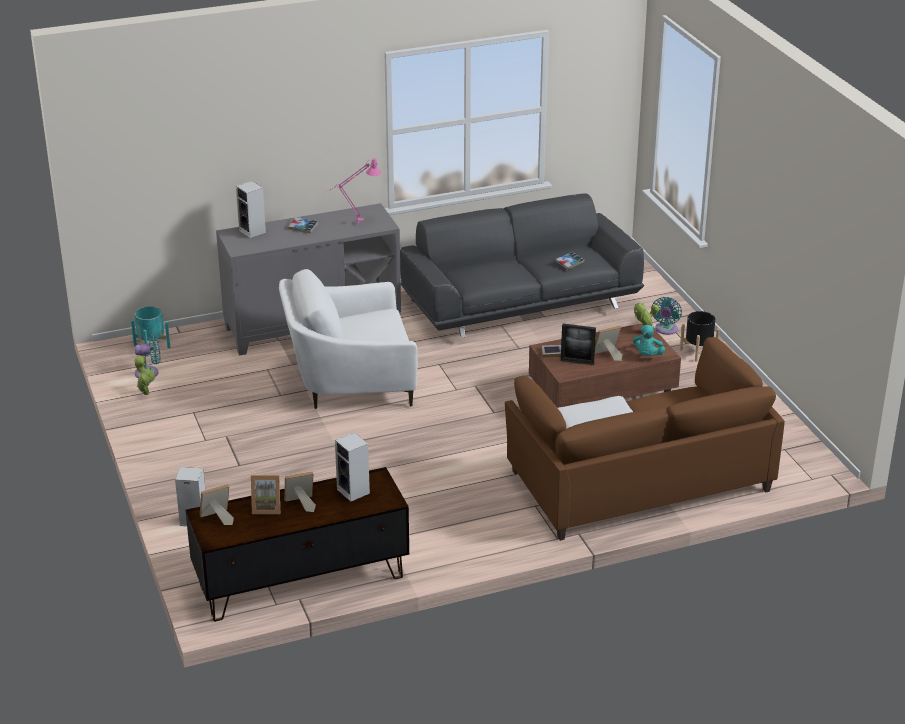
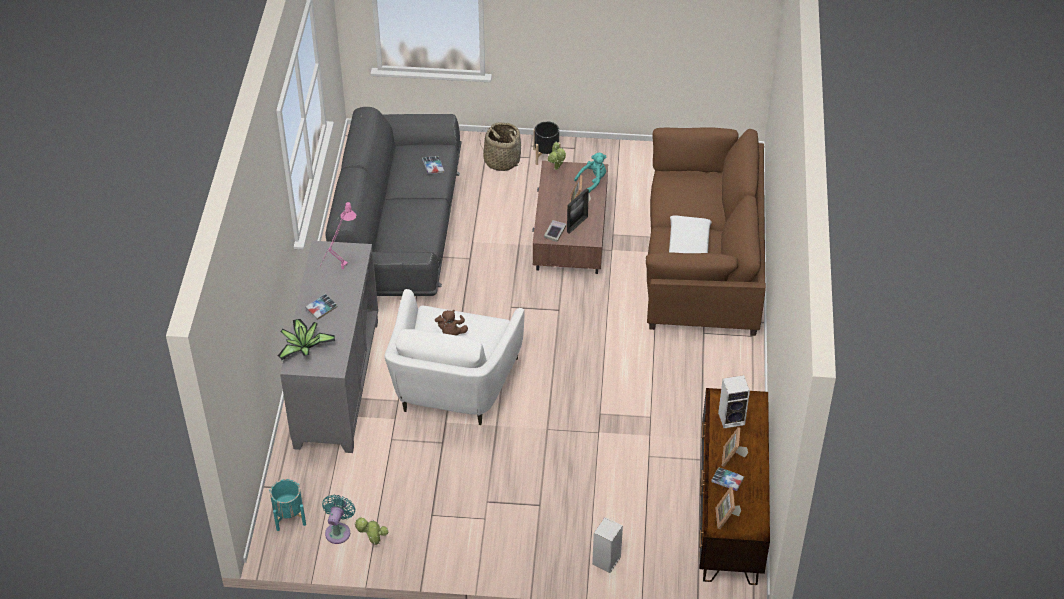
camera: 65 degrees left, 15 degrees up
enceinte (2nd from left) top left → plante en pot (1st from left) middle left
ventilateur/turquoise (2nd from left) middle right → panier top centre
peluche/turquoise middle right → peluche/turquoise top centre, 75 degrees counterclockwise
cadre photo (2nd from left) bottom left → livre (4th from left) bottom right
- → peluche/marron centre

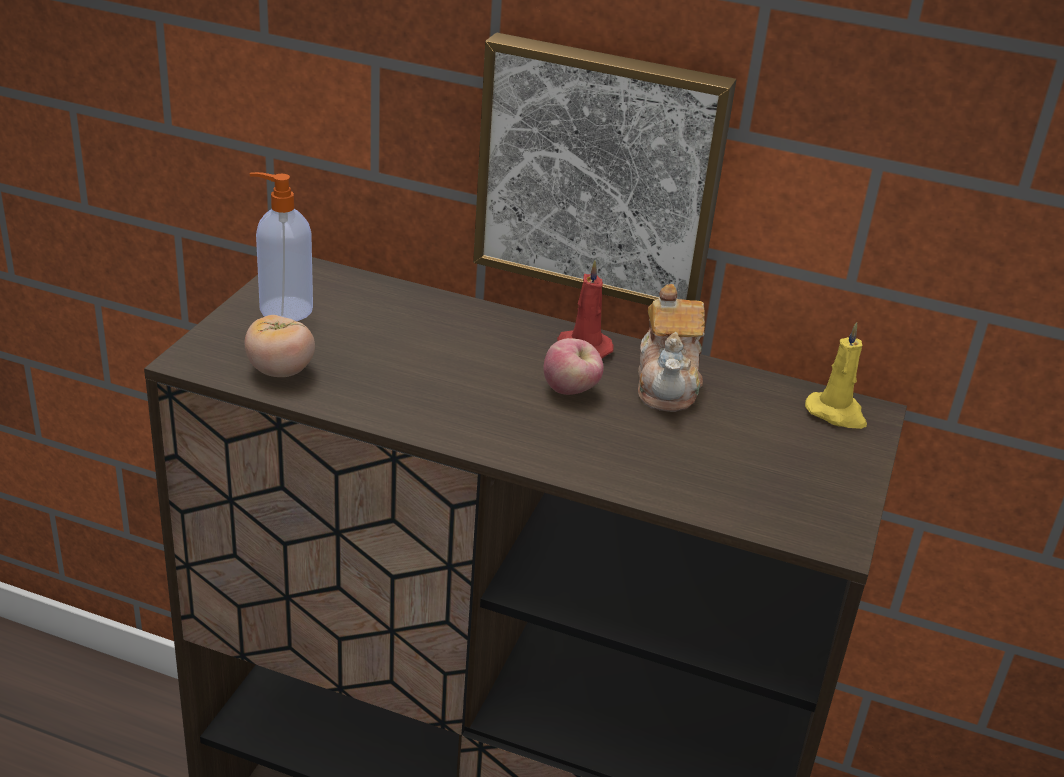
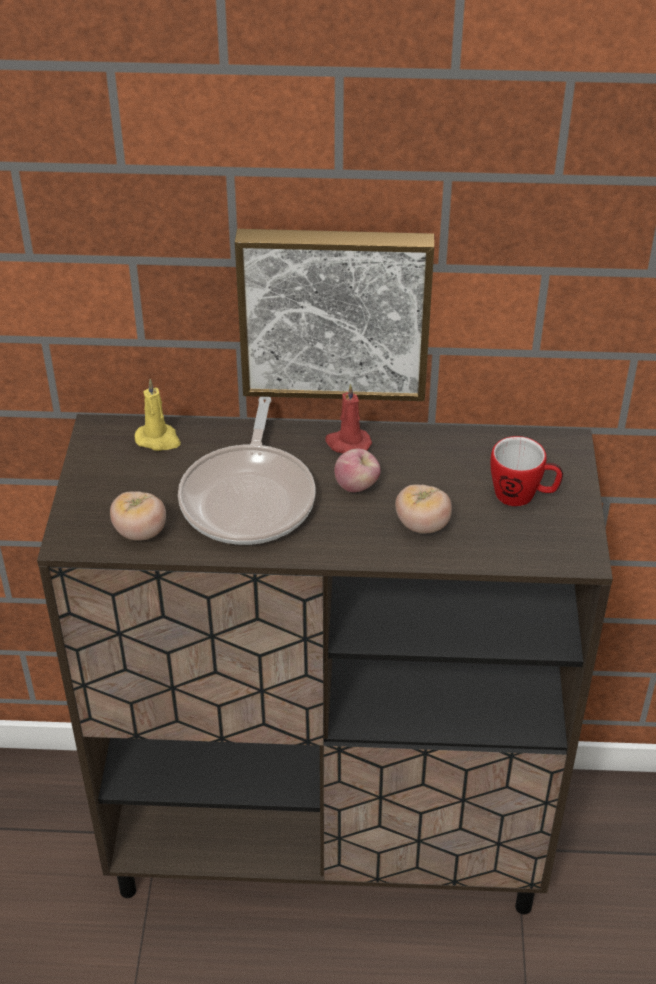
camera: 15 degrees left, 10 degrees up
distributeur de savon top left → -
théière centre → -
bougie/jaune middle right → bougie/jaune middle left, move
- → poêle centre
- → mug middle right
- → tomate (2nd from left) centre

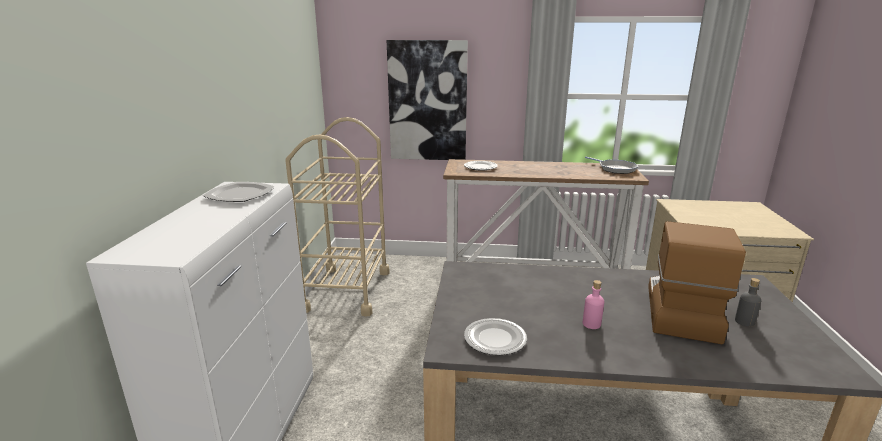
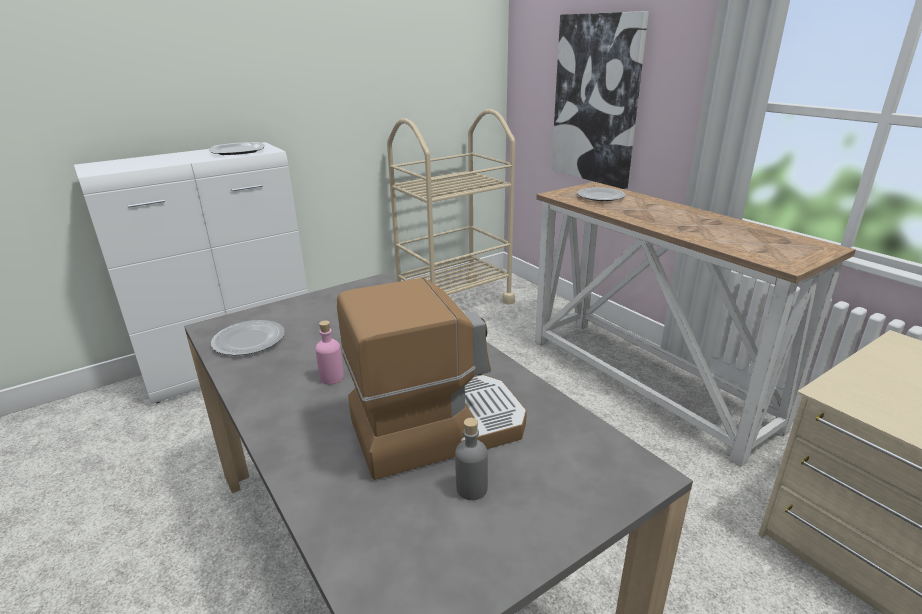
camera: 50 degrees right, 5 degrees up
poêle middle right → -

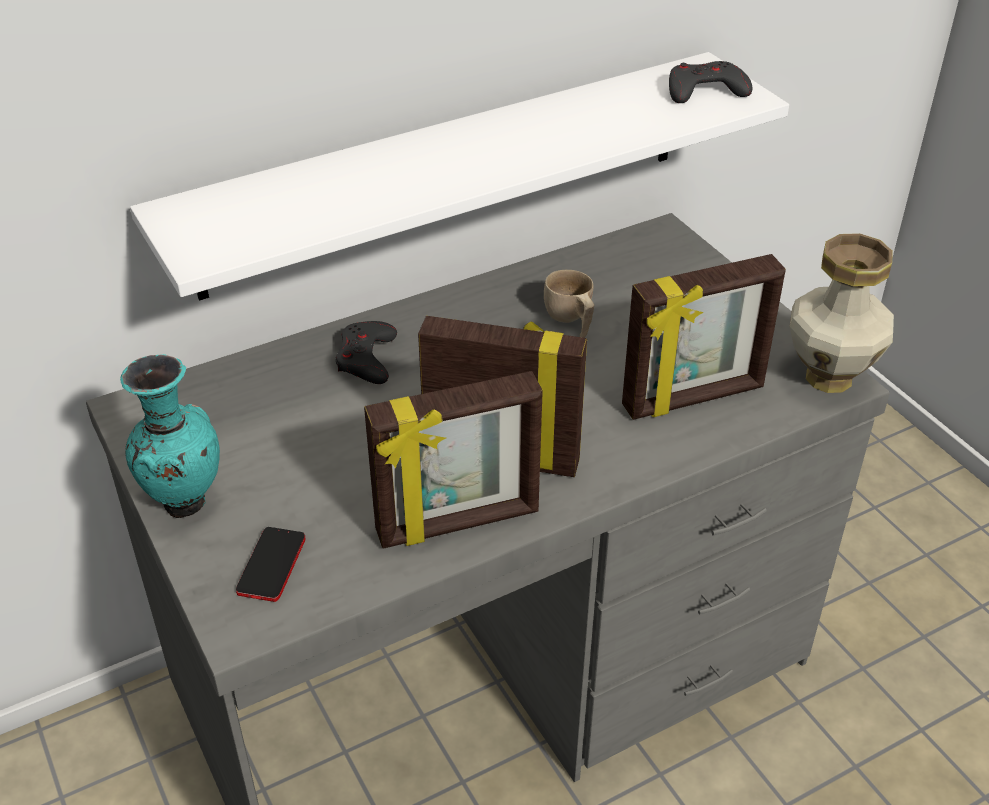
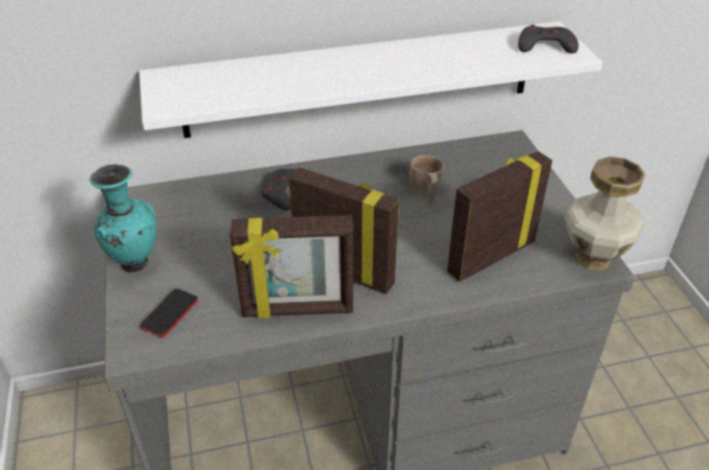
camera: 15 degrees right, 0 degrees up
cadre photo (3rd from left) middle right, 150 degrees clockwise

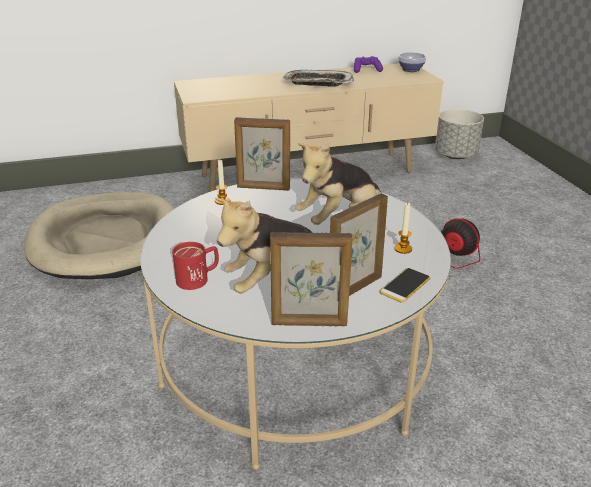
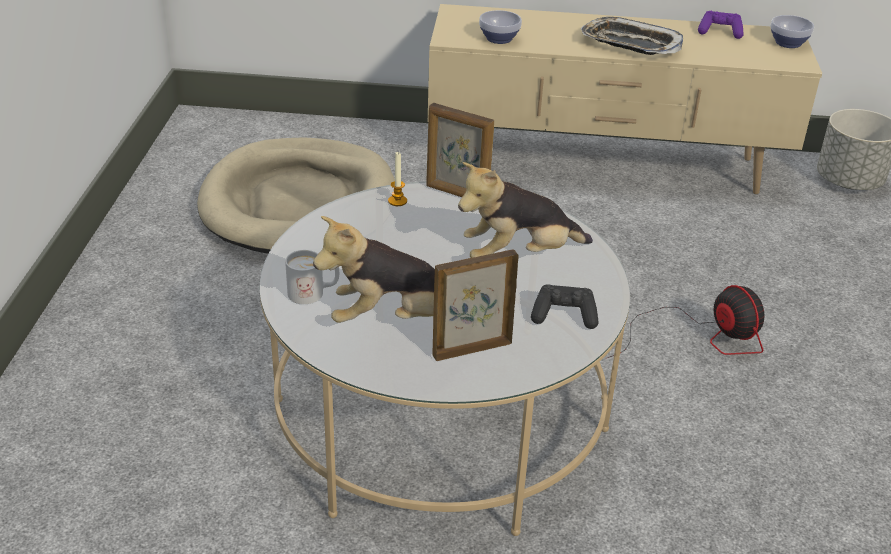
camera: 20 degrees right, 5 degrees up
bougie (2nd from left) middle right → manette/noir centre
cadre photo (2nd from left) centre → -
mug/rouge middle left → mug/blanc centre
téléphone middle right → -
- → bol (1st from left) top centre

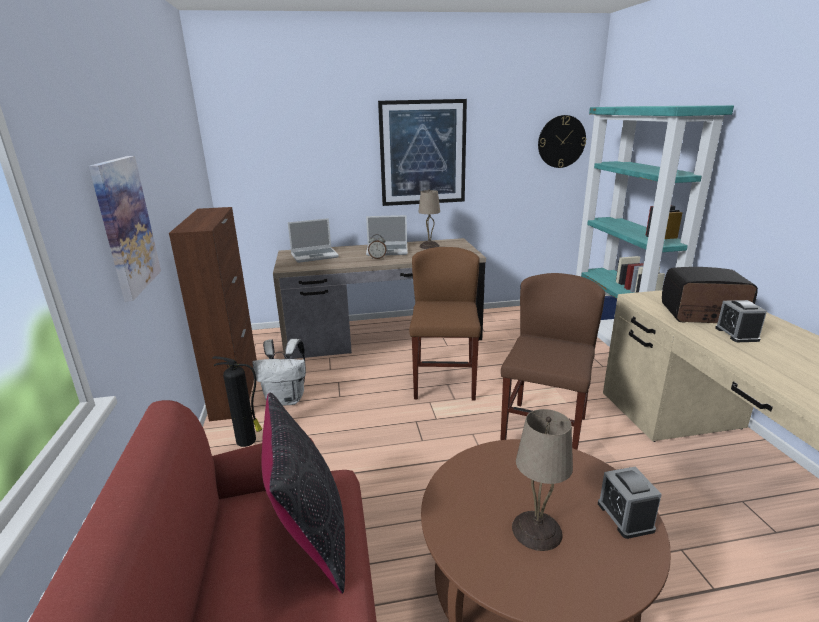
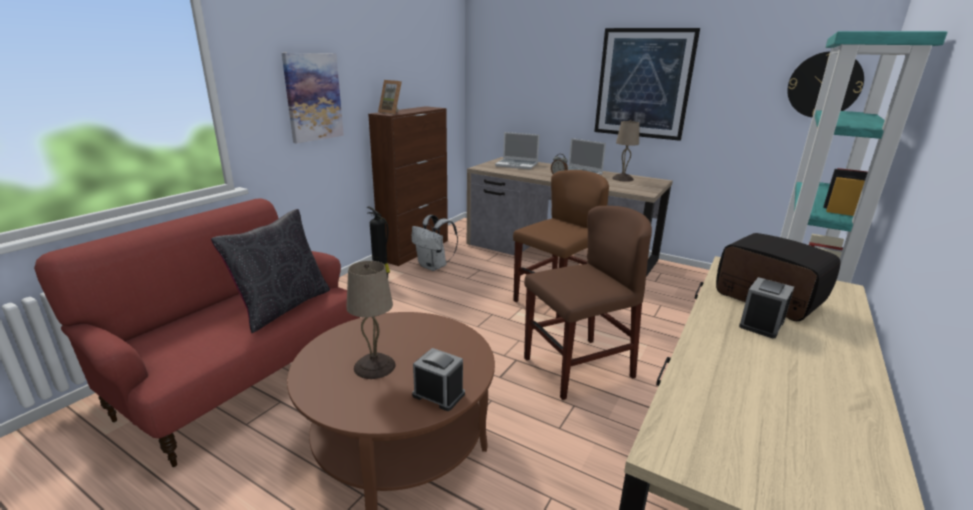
camera: 40 degrees right, 0 degrees up
réveil (2nd from left in the first image) bottom right → réveil (1st from left) bottom centre, 90 degrees clockwise
- → cadre photo top centre

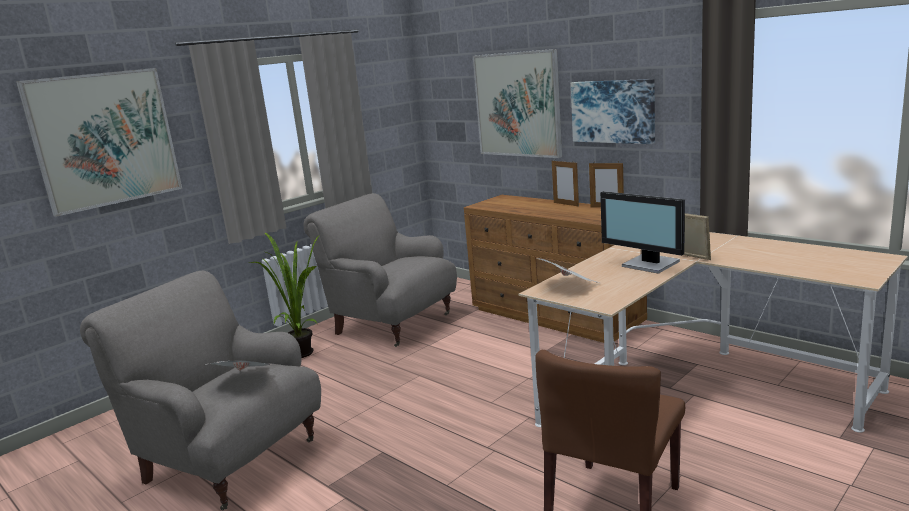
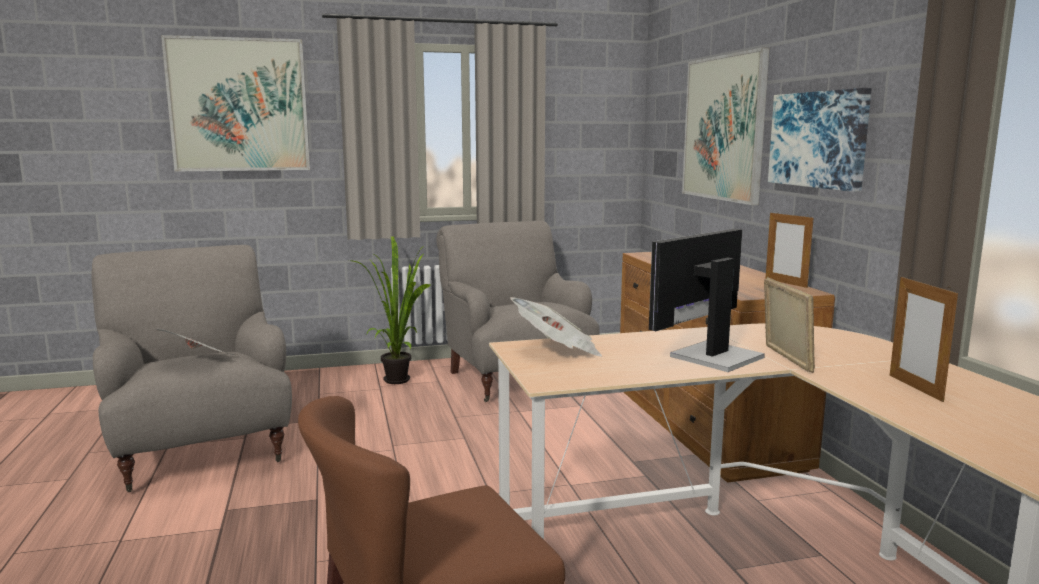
camera: 30 degrees right, 5 degrees down
cadre photo (1st from left in the first image) centre → cadre photo (3rd from left) middle right, move
écran d'ordinateur middle right, 60 degrees clockwise

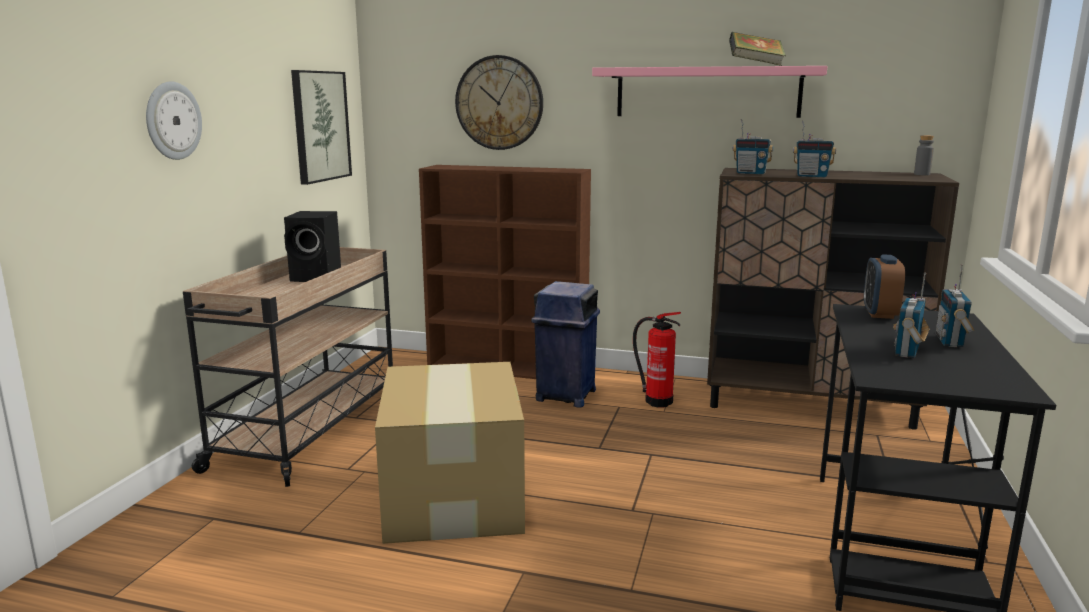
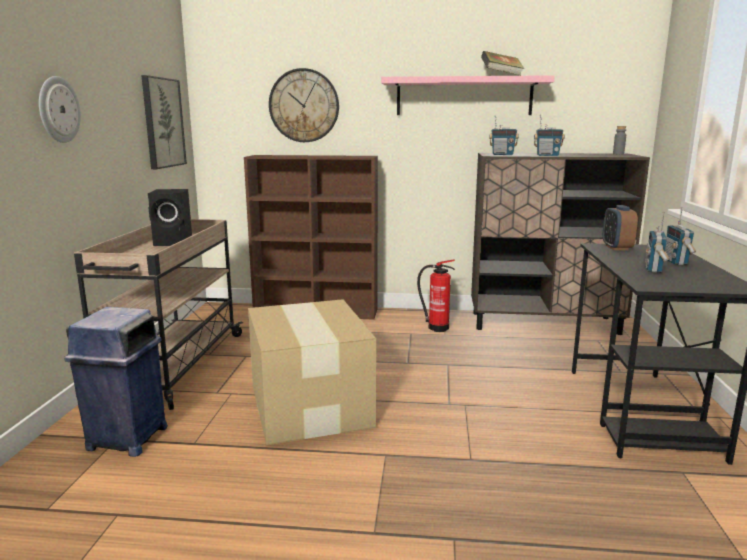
camera: 10 degrees left, 0 degrees up
poubelle/bleu centre → poubelle/bleu bottom left, move

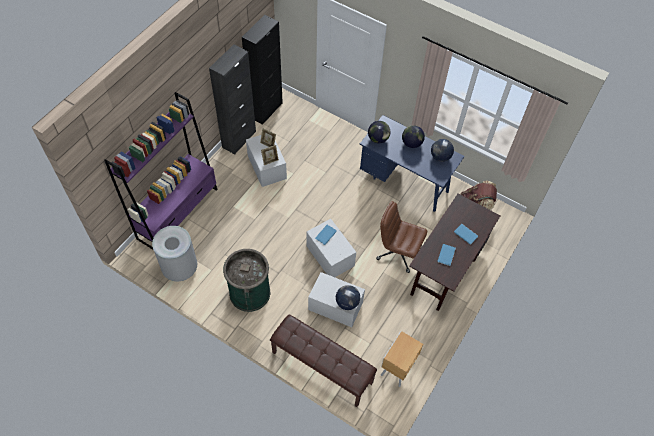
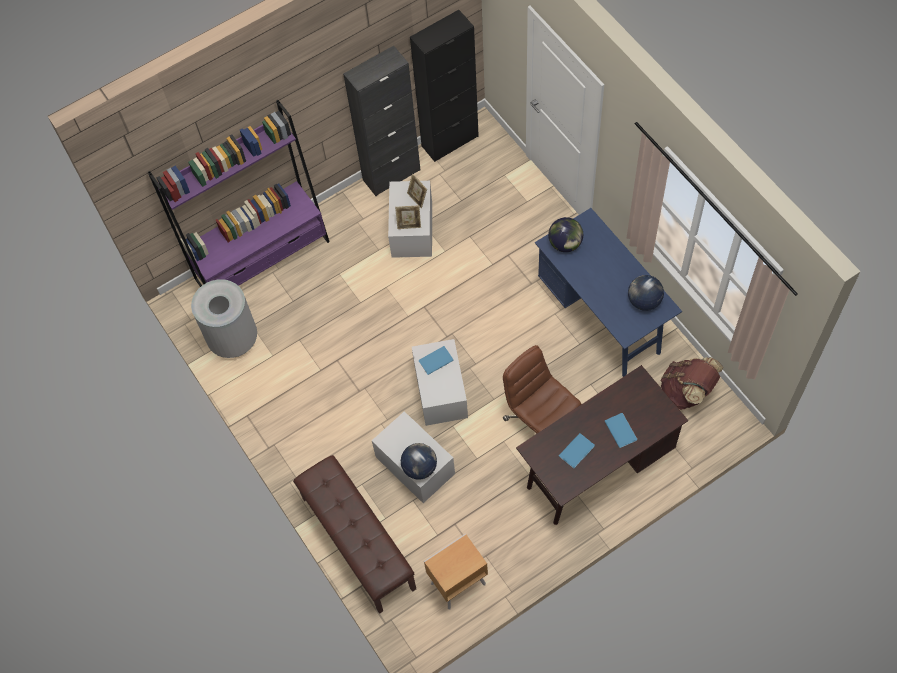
camera: 30 degrees right, 5 degrees up
globe (3rd from left) top centre → -
poubelle/vert centre → -

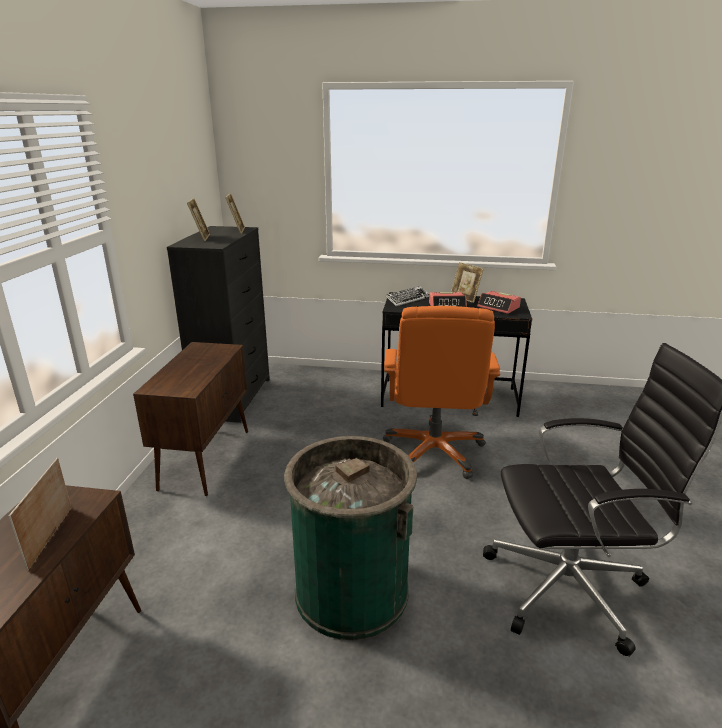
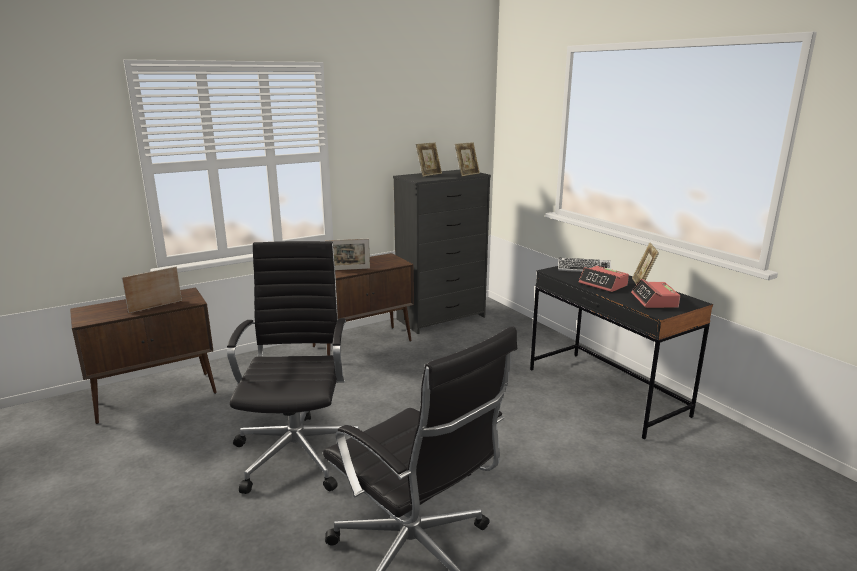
camera: 50 degrees right, 5 degrees down
chaise de bureau/orange centre → -
poubelle/vert bottom centre → chaise de bureau/noir (1st from left) centre
- → cadre photo (2nd from left) centre

